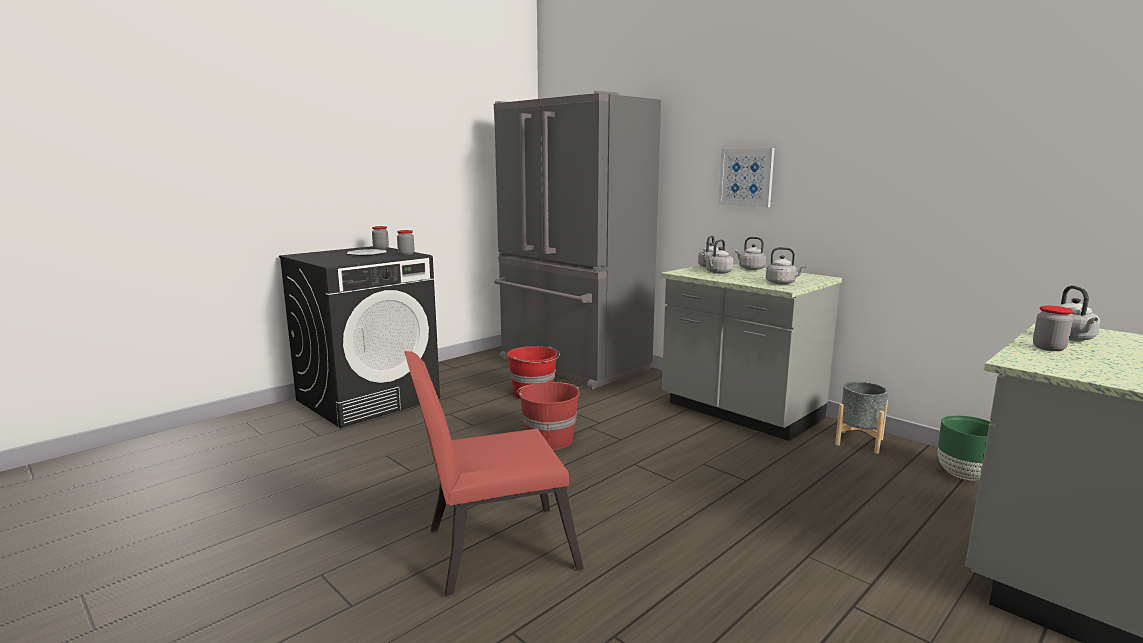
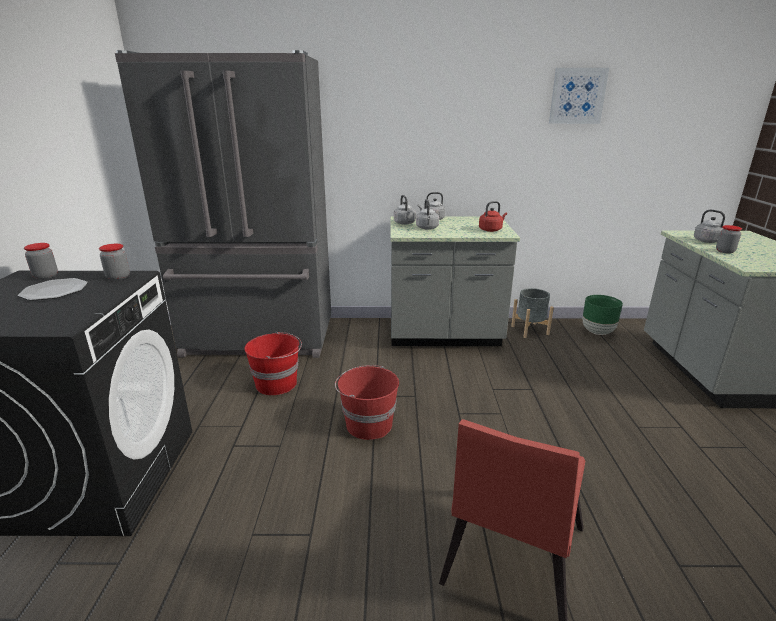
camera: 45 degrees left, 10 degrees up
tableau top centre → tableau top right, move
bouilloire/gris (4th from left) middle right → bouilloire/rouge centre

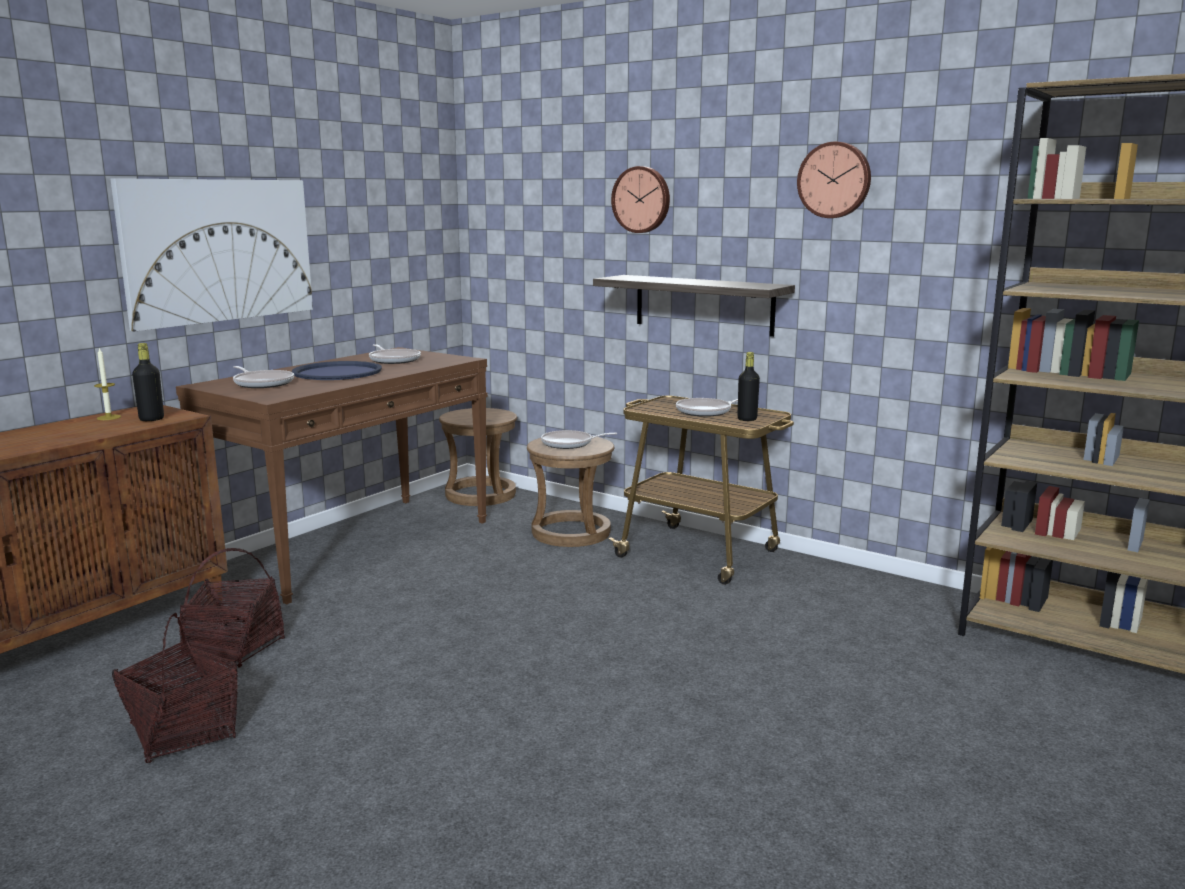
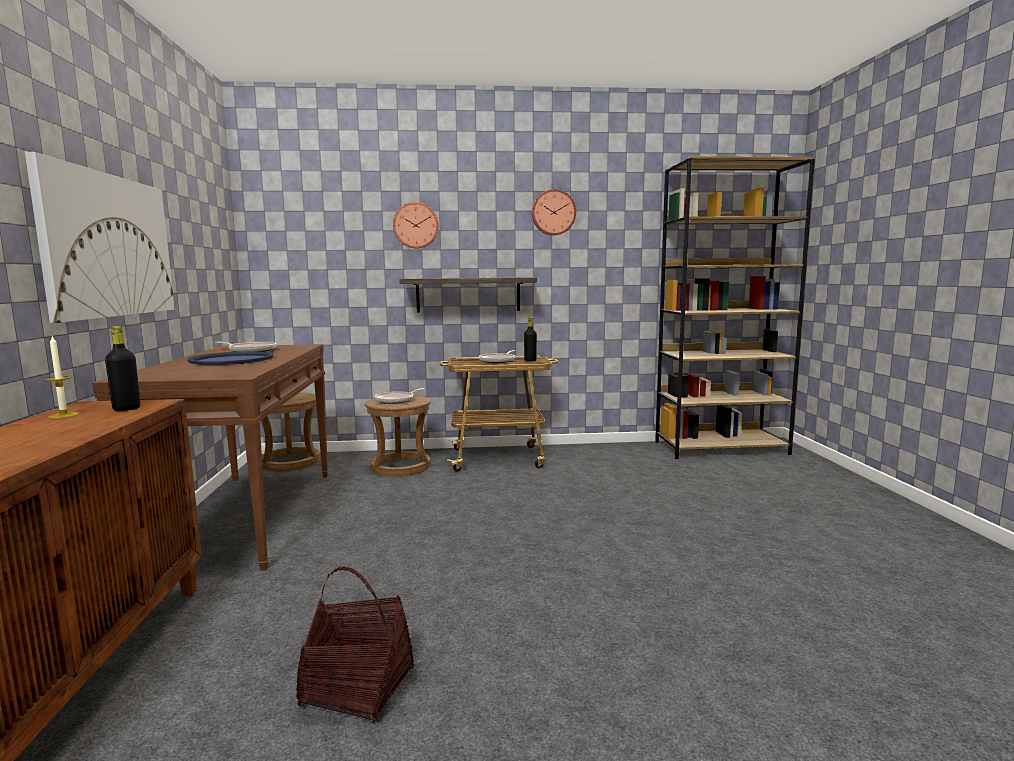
camera: 40 degrees left, 5 degrees down
poêle (1st from left) middle left → -
panier (2nd from left) bottom left → -

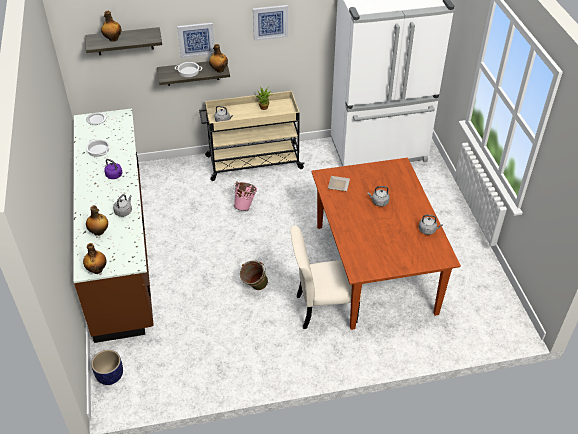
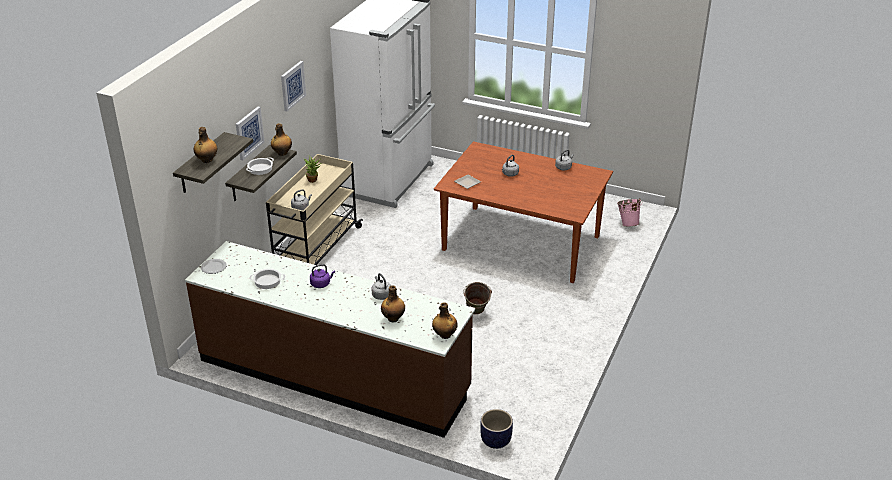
camera: 55 degrees left, 10 degrees down
seau/rose centre → seau/rose middle right, move
chaise/beige centre → -

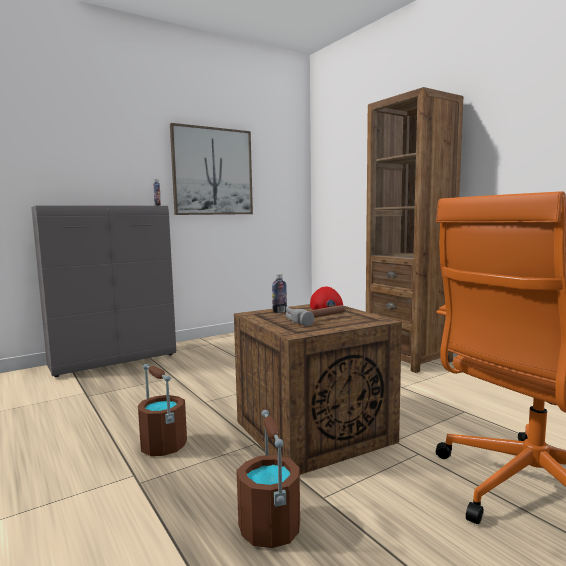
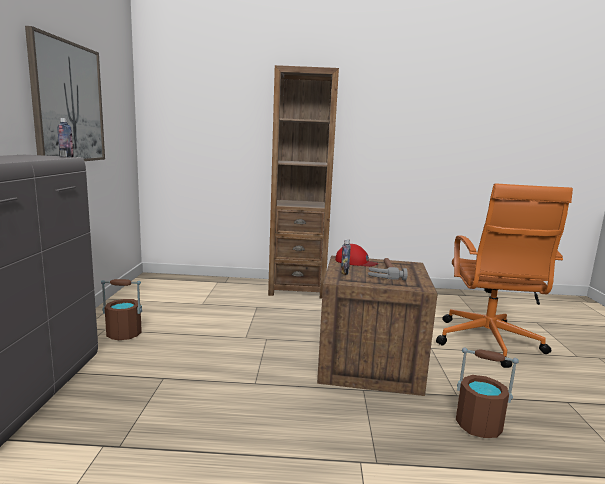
camera: 55 degrees left, 5 degrees up
seau/marron (1st from left) bottom left → seau/marron (1st from left) middle left, move

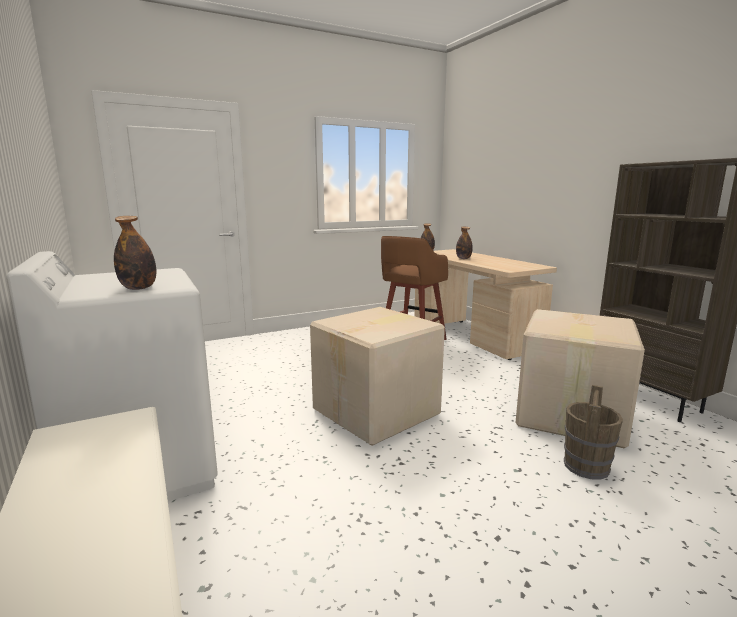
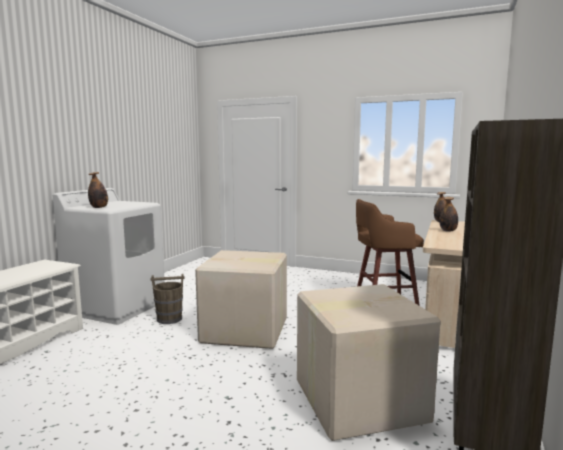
camera: 50 degrees right, 5 degrees down
seau/marron bottom right → seau/marron middle left, move

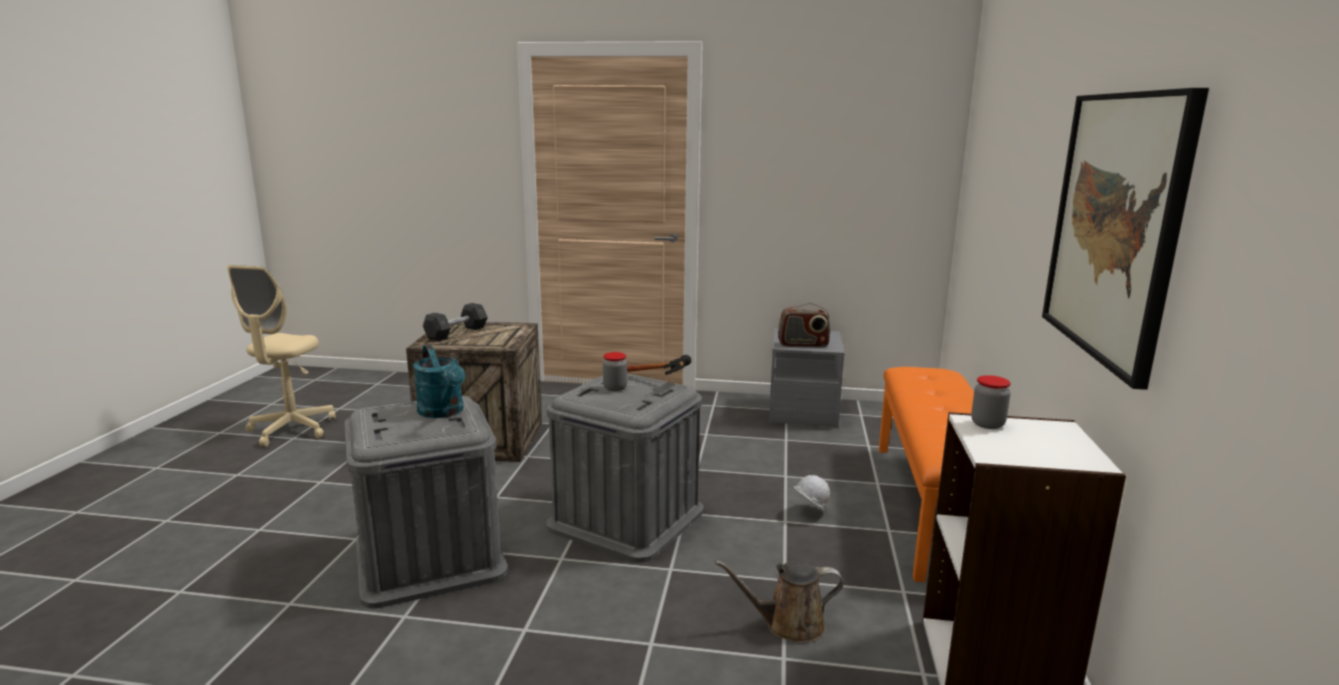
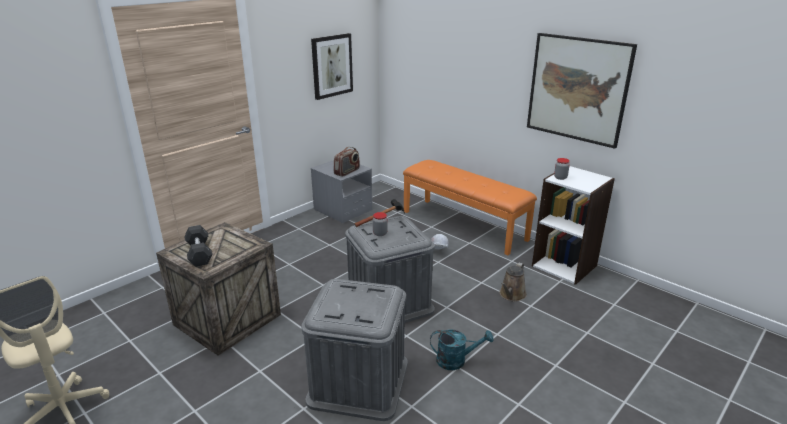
camera: 55 degrees left, 10 degrees up
arrosoir/turquoise middle left → arrosoir/turquoise bottom centre, move
- → tableau (1st from left) top centre

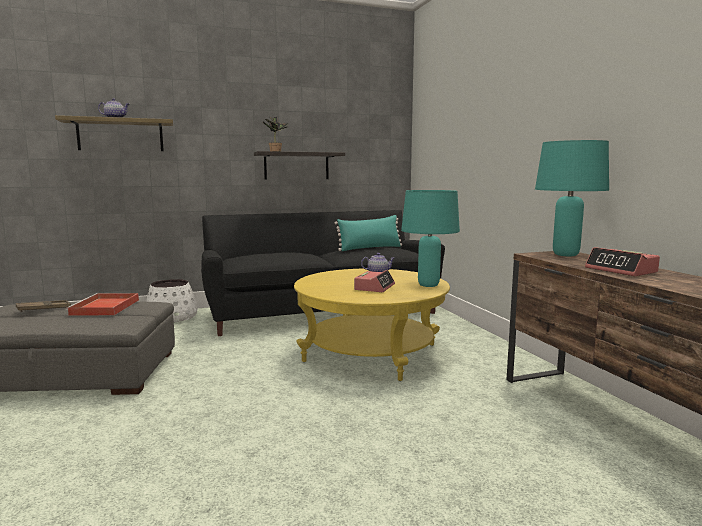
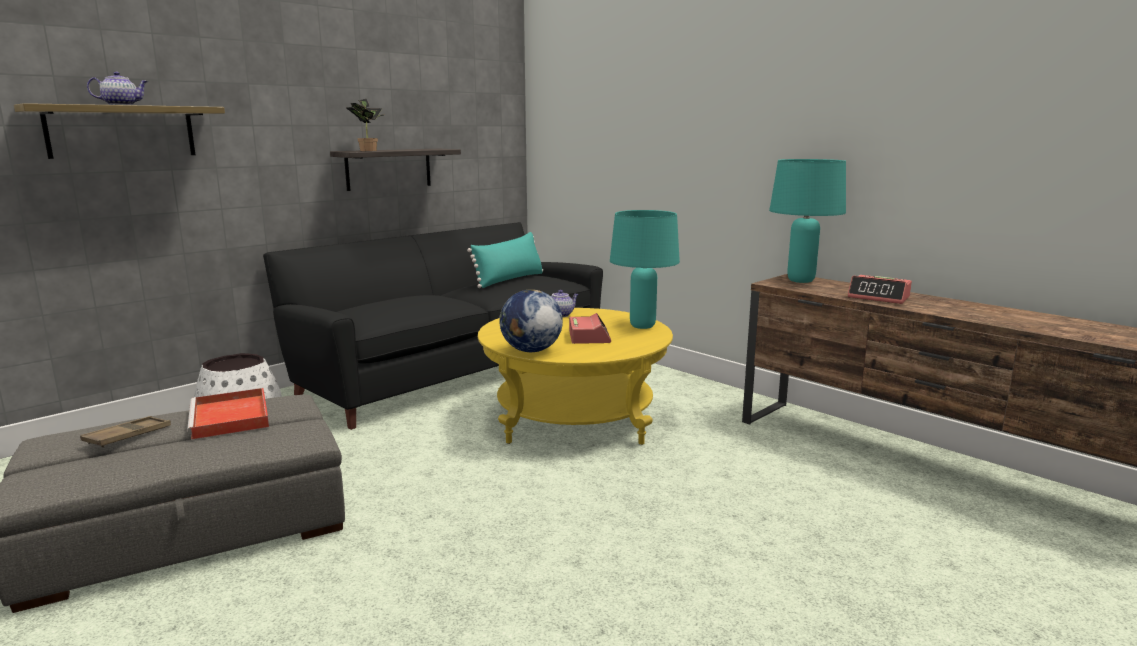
camera: 25 degrees left, 5 degrees up
- → globe centre

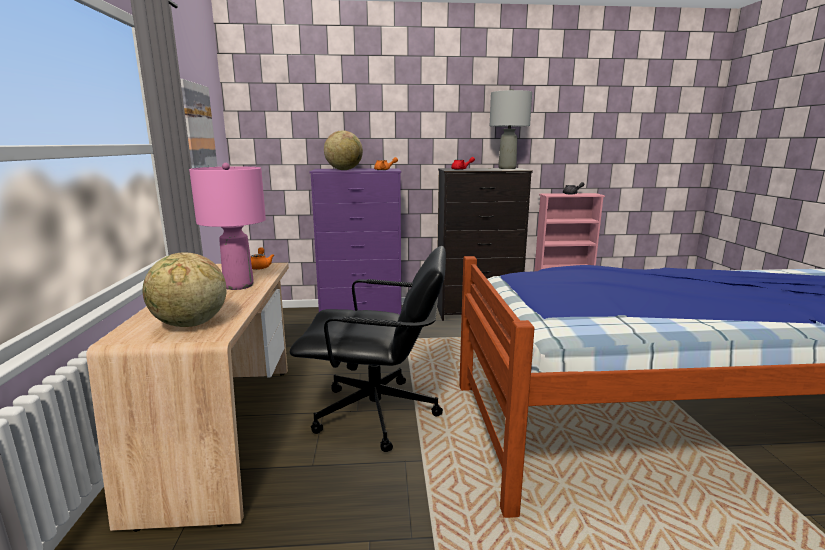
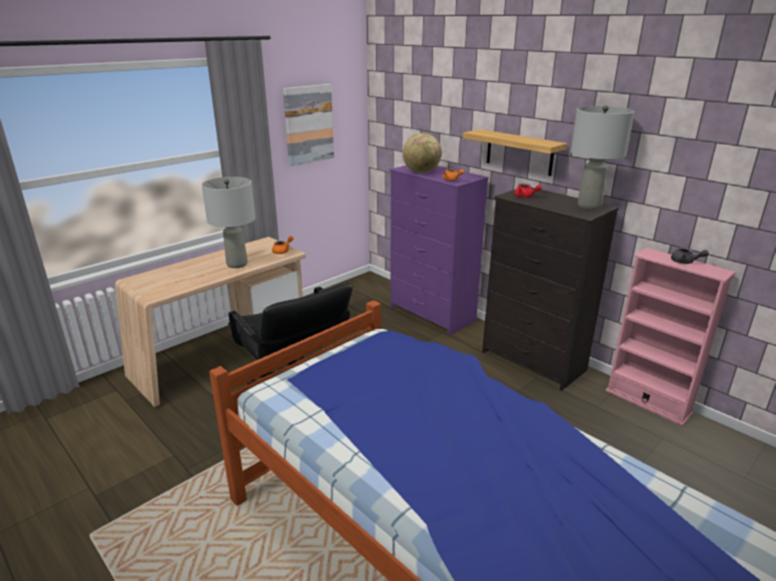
camera: 50 degrees right, 10 degrees up
lampe de table/rose middle left → lampe de table/gris (1st from left) middle left
globe (1st from left) middle left → -
- → étagère top centre

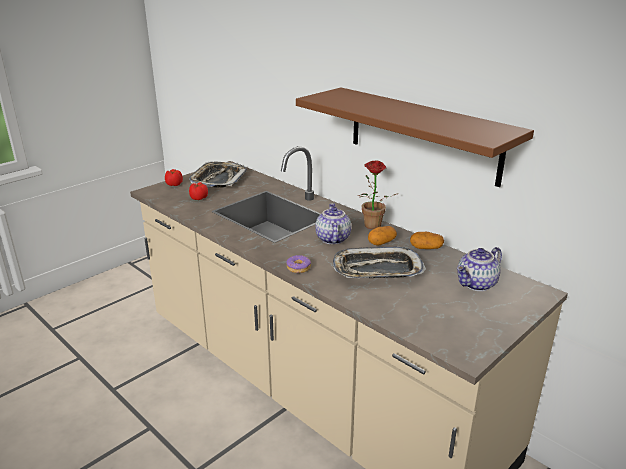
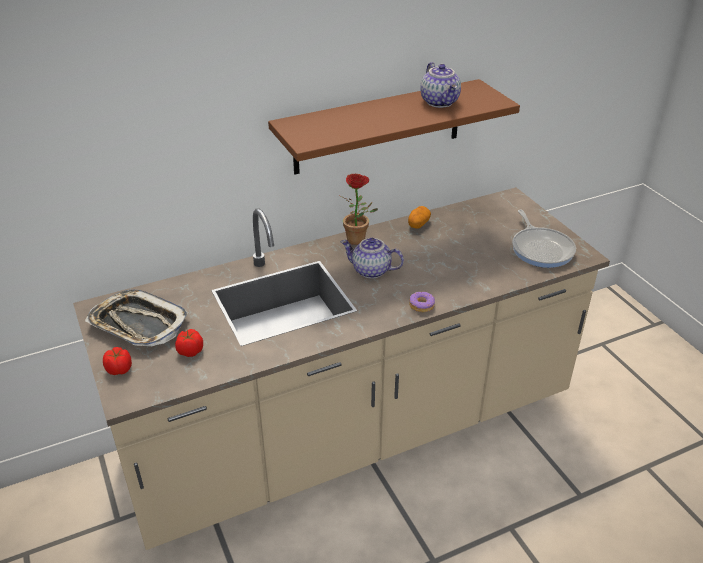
camera: 70 degrees left, 10 degrees up
pomme de terre (1st from left) centre → -
plateau (2nd from left) centre → -
théière (2nd from left) middle right → théière (2nd from left) top centre, move
- → poêle middle right

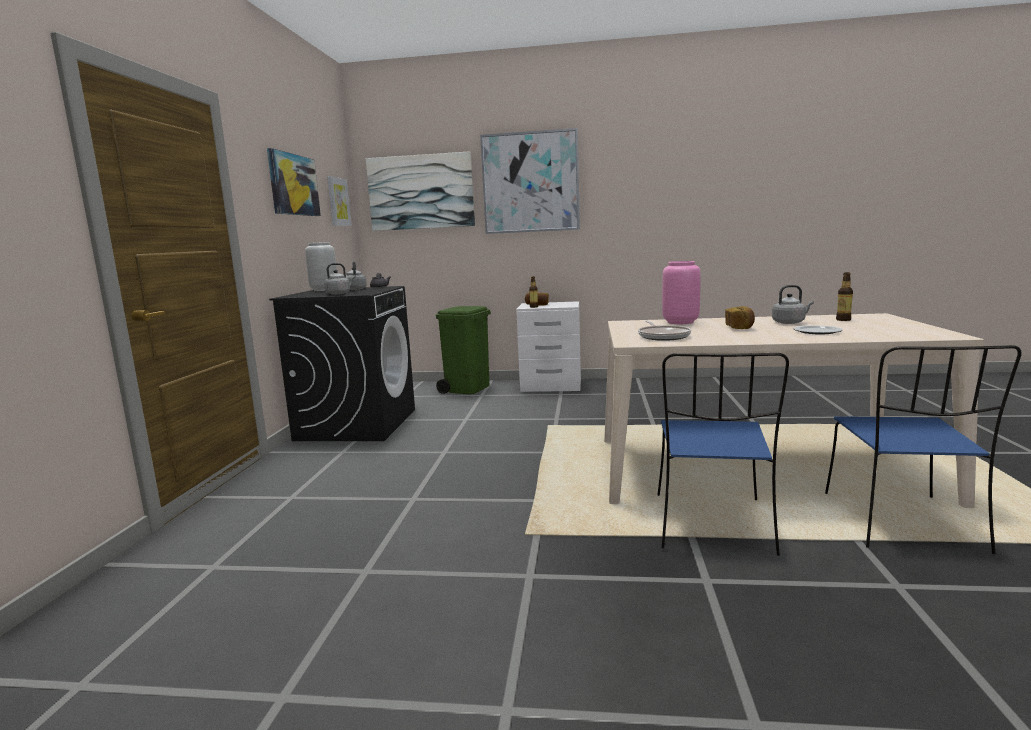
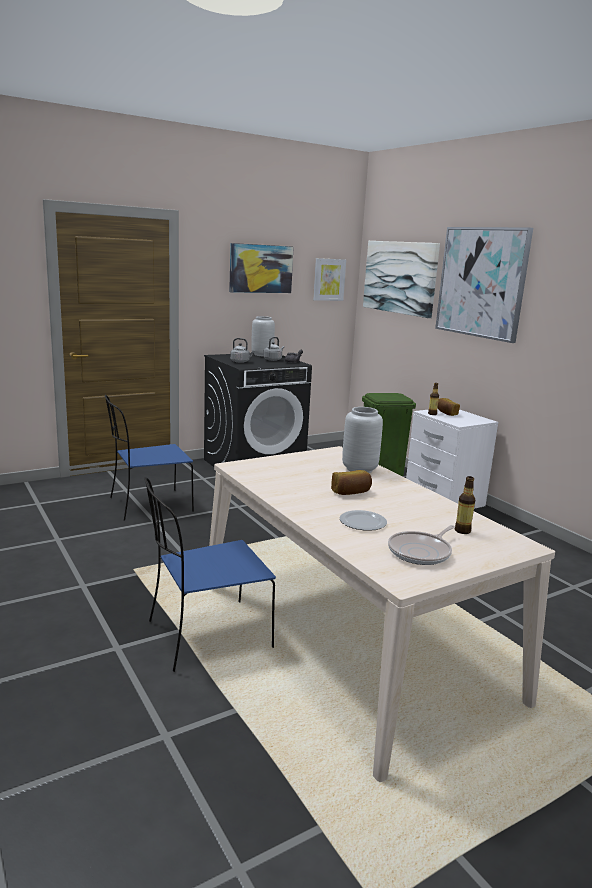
camera: 50 degrees right, 5 degrees up
vase/rose centre → vase/gris (2nd from left) centre
bouilloire/gris (3rd from left) middle right → -
poêle centre → poêle middle right, move
chaise/bleu (2nd from left in the first image) middle right → chaise/bleu (1st from left) middle left, move

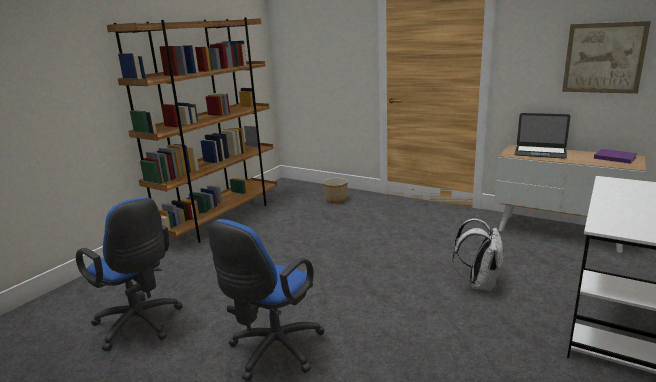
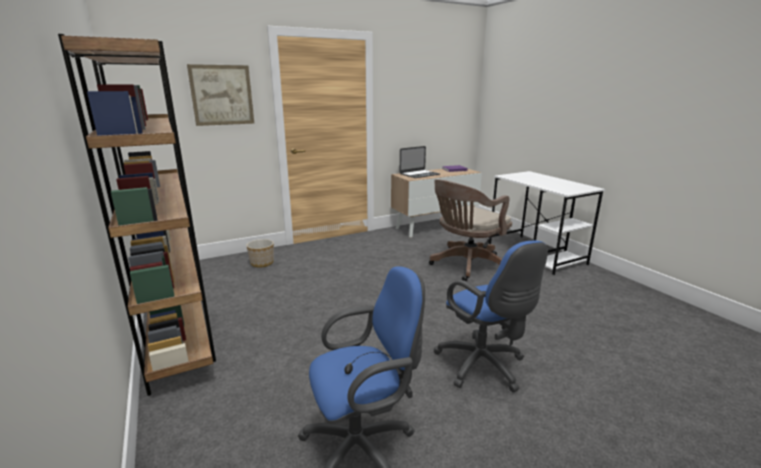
camera: 60 degrees left, 0 degrees up
tableau top right → tableau top left, move
sac à dos/blanc bottom right → chaise de bureau/marron centre

